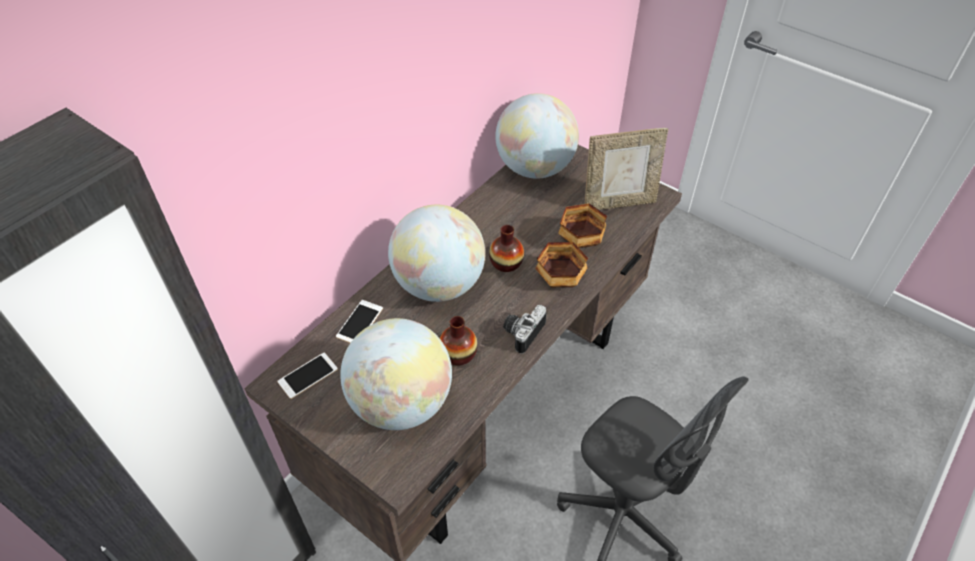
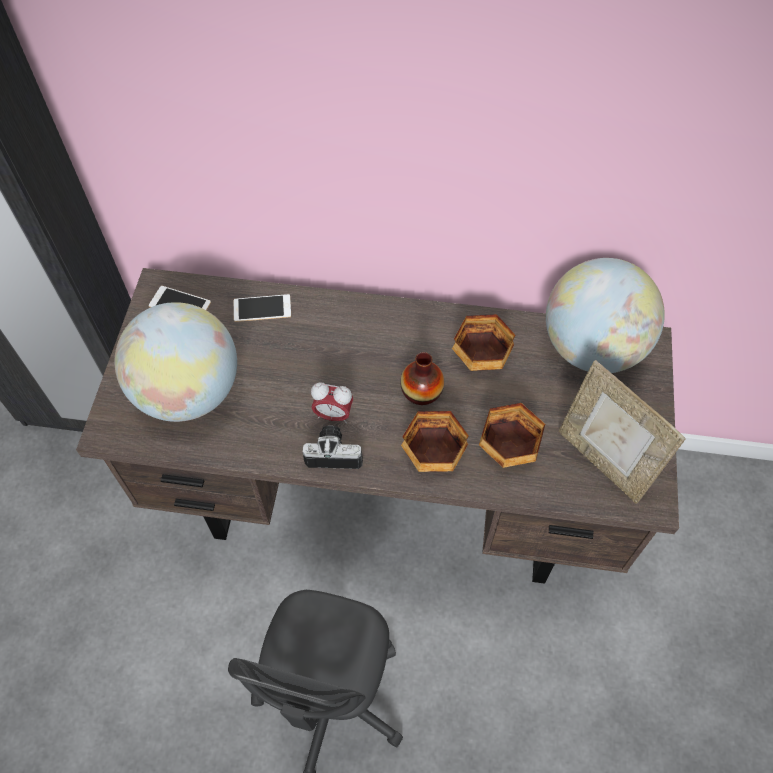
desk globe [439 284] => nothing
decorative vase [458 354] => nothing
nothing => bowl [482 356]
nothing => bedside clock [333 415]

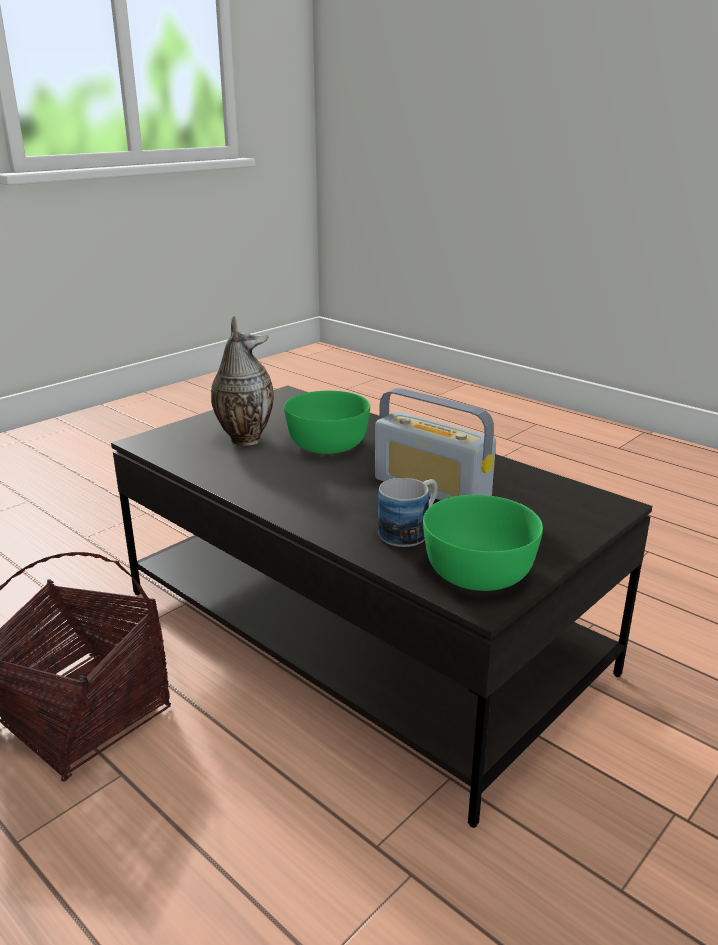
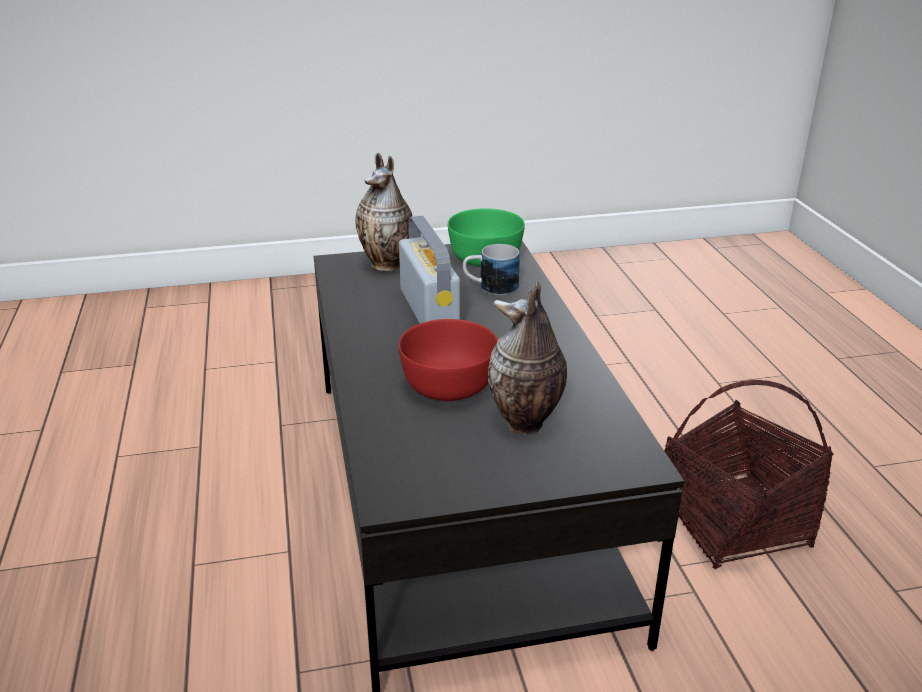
bowl (green-coloured) [327 443] => bowl (reddish) [448 385]
nothing => decorative vase [388 265]

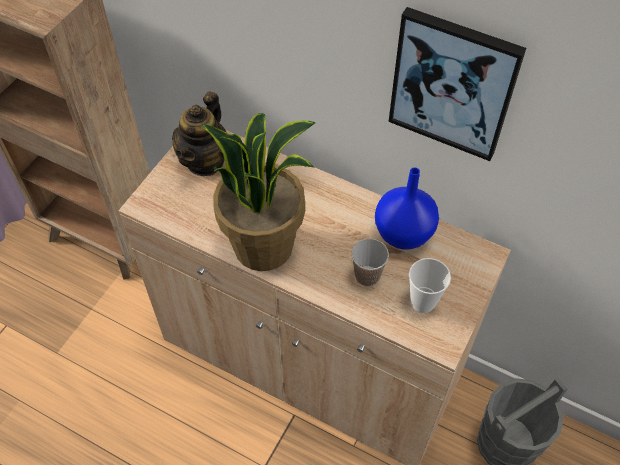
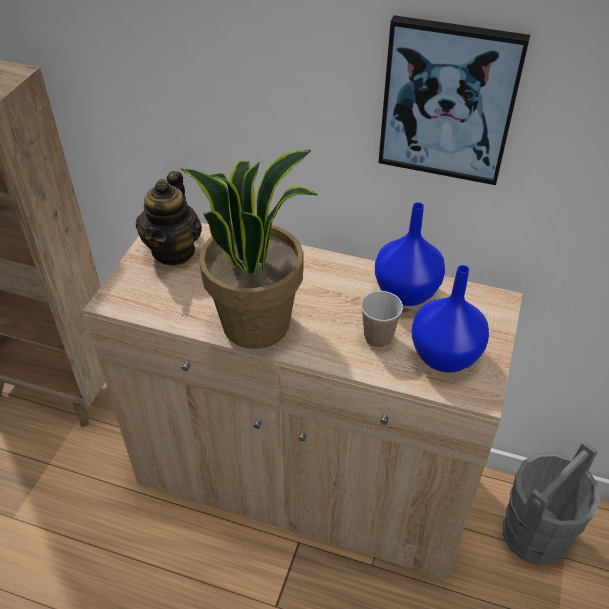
small cup [423 303] => decorative vase (bluish) [446 355]

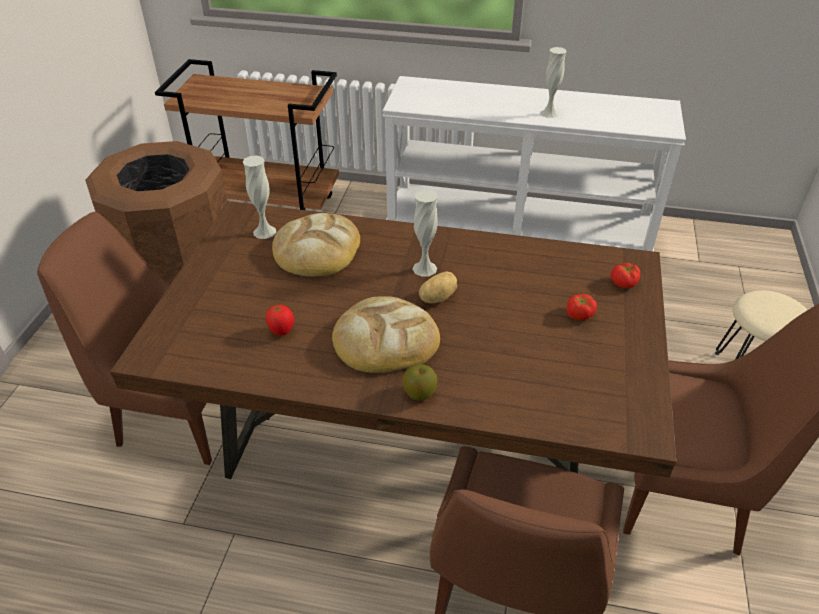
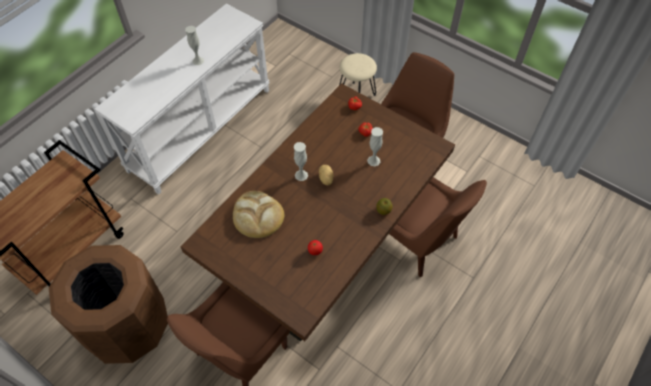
decorative vase (white) [264 232] => decorative vase (white) [373 161], moved
baked bread [385 340] => nothing

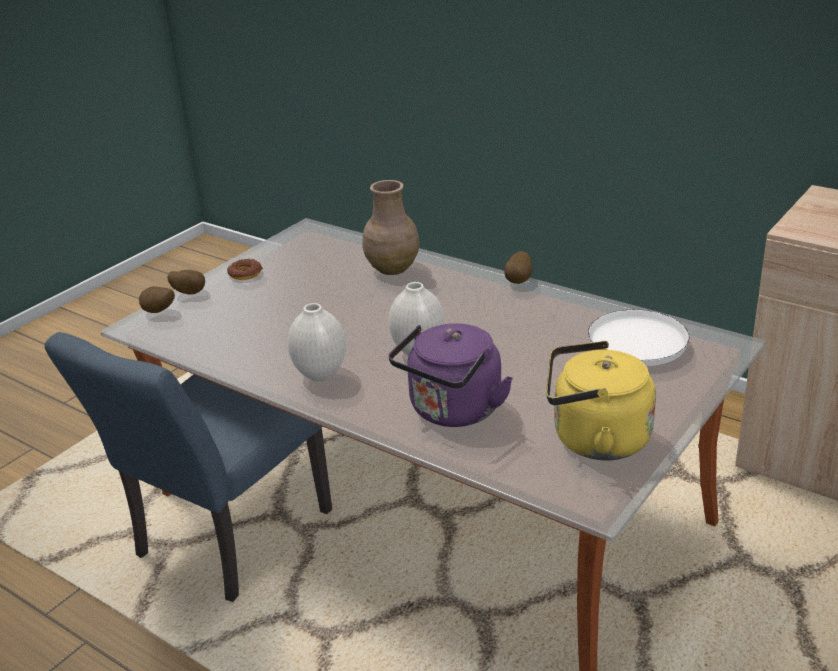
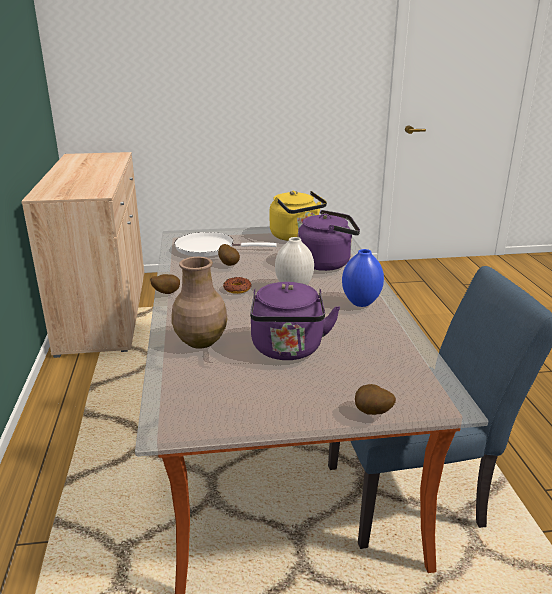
doughnut [245 273] => doughnut [237 289], moved
whole potato [158 312] => whole potato [229 264], moved
decorative vase (white) [320 374] => decorative vase (bluish) [361 303]
nothing => water kettle (purple) [288 350]

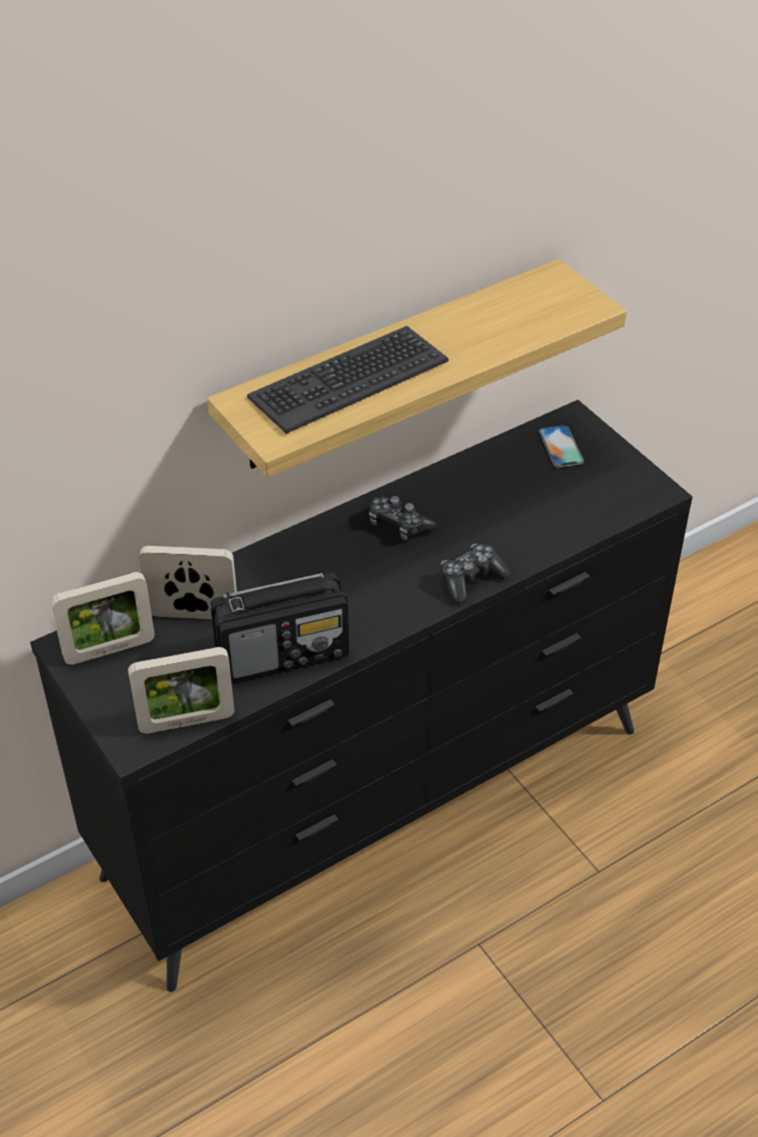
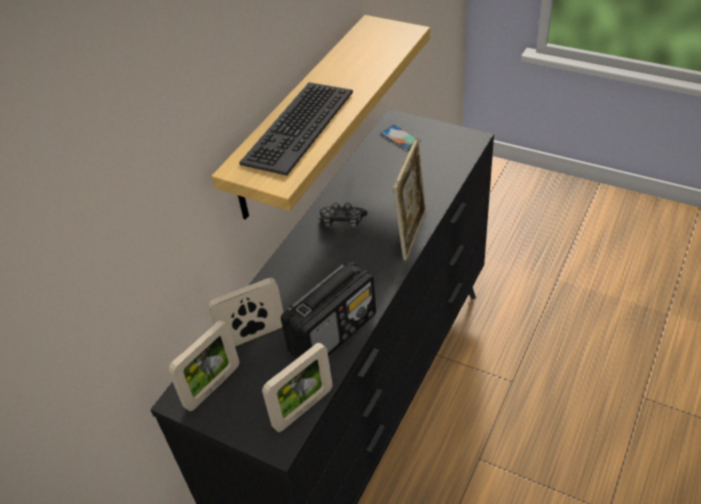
game controller [471 580] => picture frame [411 233]

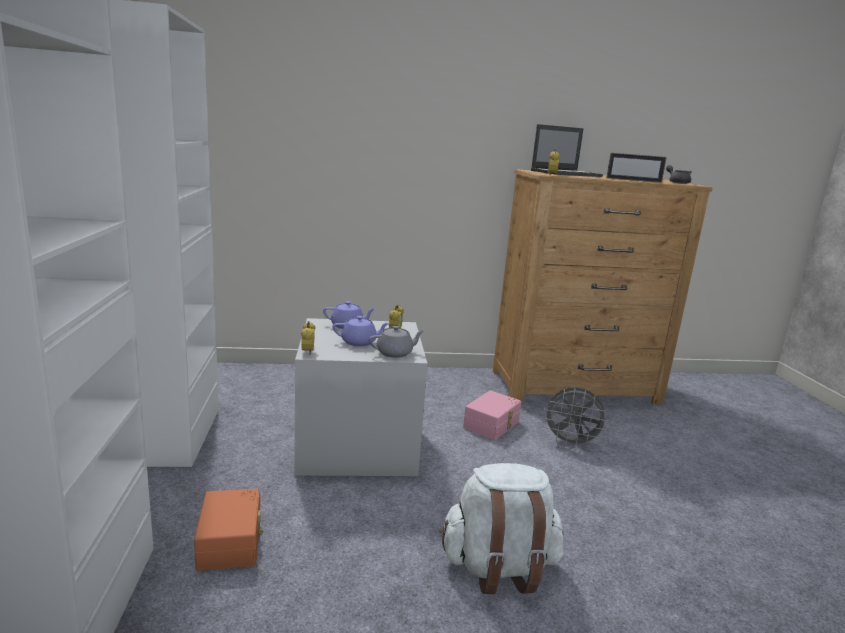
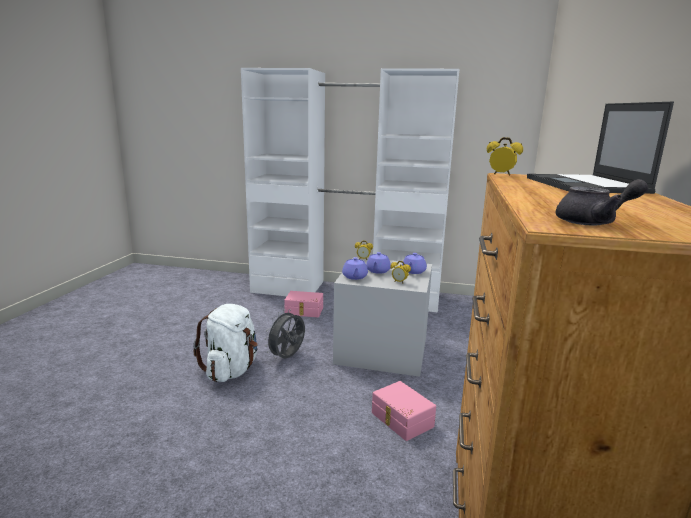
picture frame [633 180] => nothing
teapot (gray) [395 353] => teapot (purple) [354 277]
fan (gray) [571 443] => fan (gray) [287 357], moved
storage container (orange-coloured) [232 541] => storage container (pinkish) [304 311]

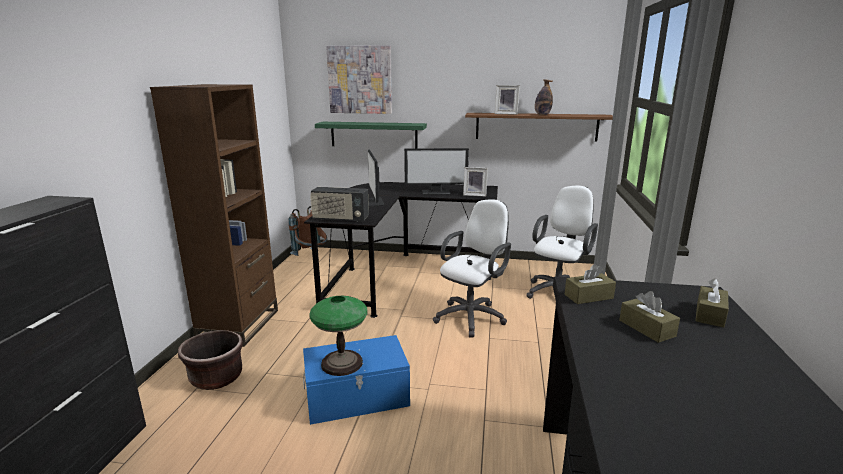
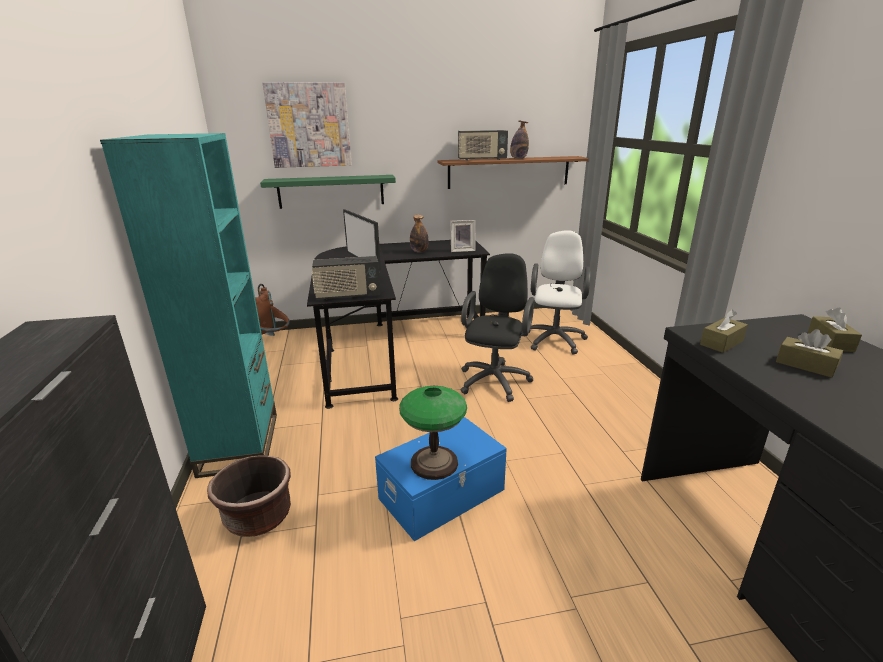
bookshelf (brown-coloured) [239 325] => bookshelf (blue-green) [240 444]
picture frame [506 114] => radio set [481 159]
computer screen [436 192] => bottle [419 251]
office chair (white) [472 316] => office chair (black-coloured) [495 379]

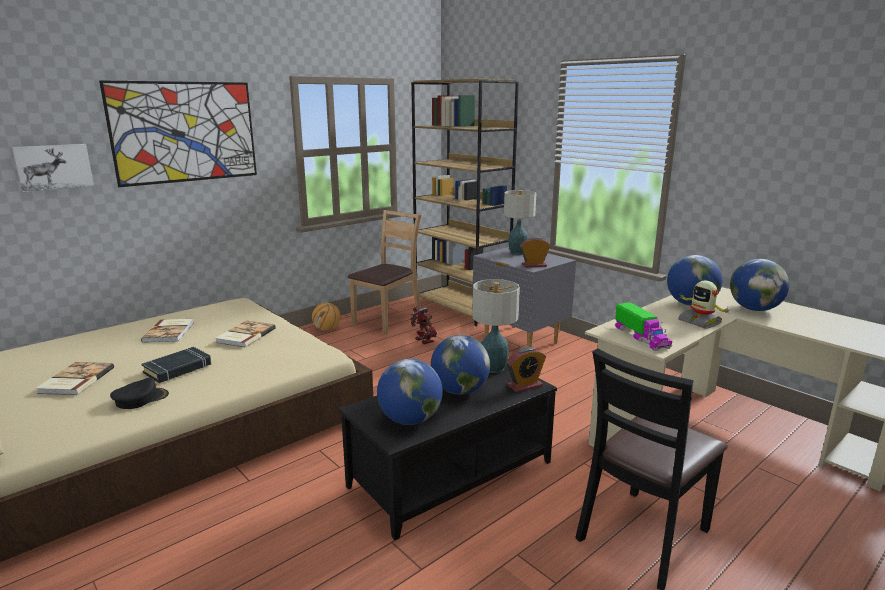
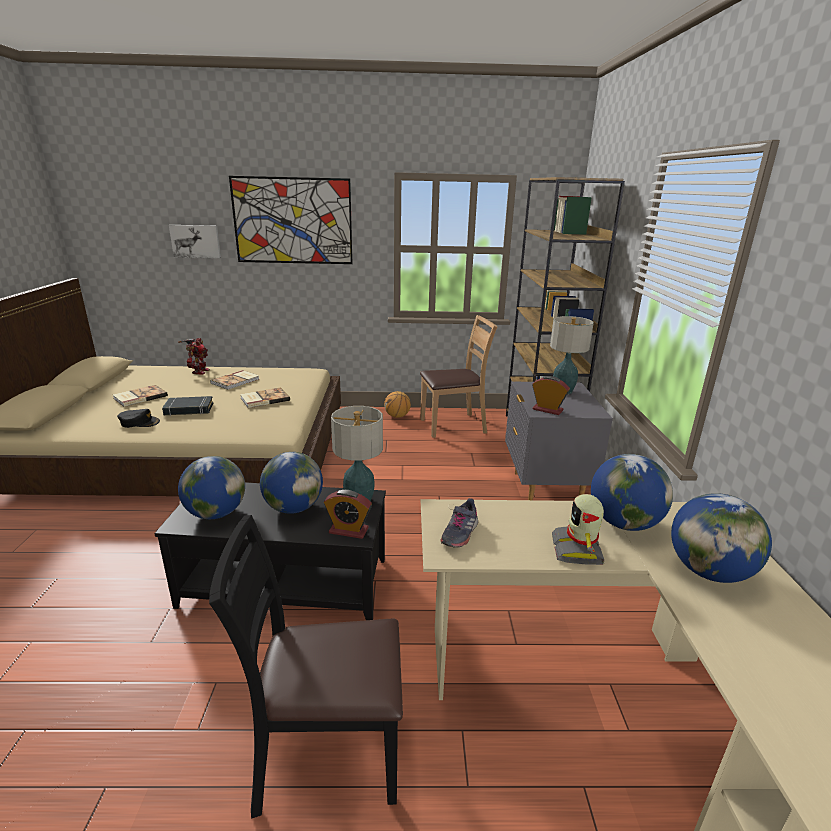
toy truck [641 337] => shoe (gray) [459 533]
robot figure [423 340] => robot figure [199 371], moved

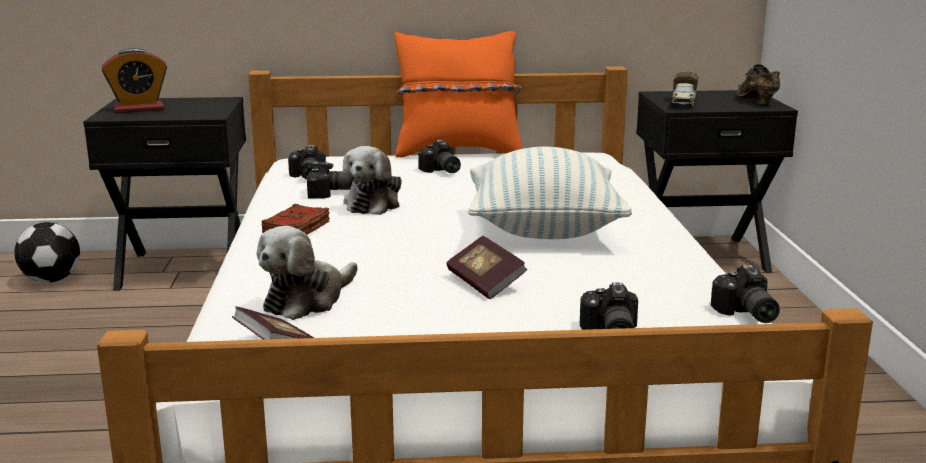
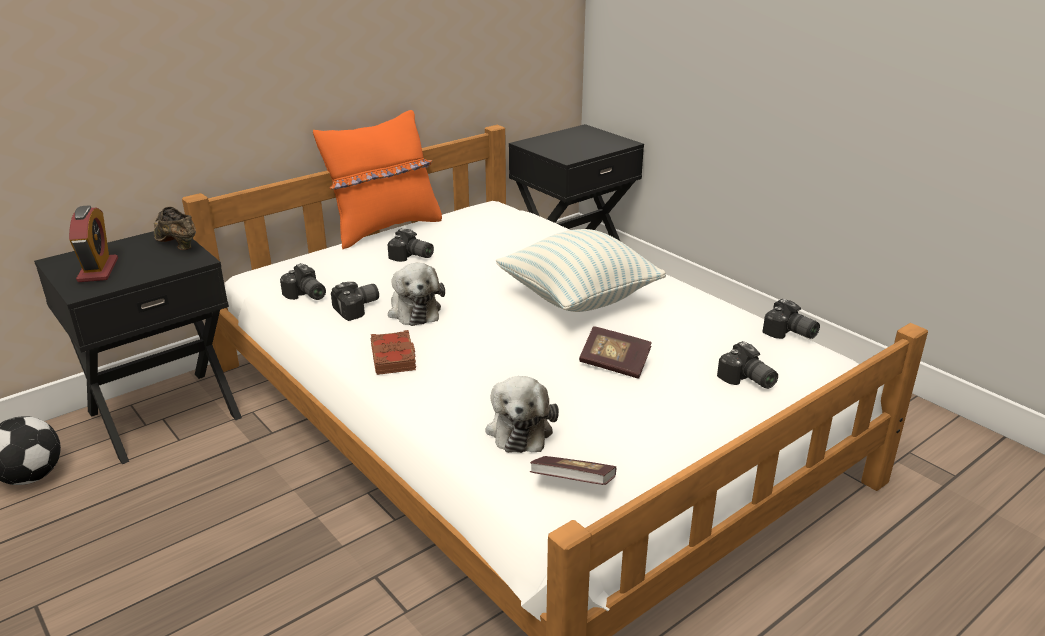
bedside clock [139 109] => bedside clock [98 270], 45 degrees counterclockwise
shoe (brown-coloured) [756 101] => shoe (brown-coloured) [176 244], moved
toy truck [683 103] => nothing

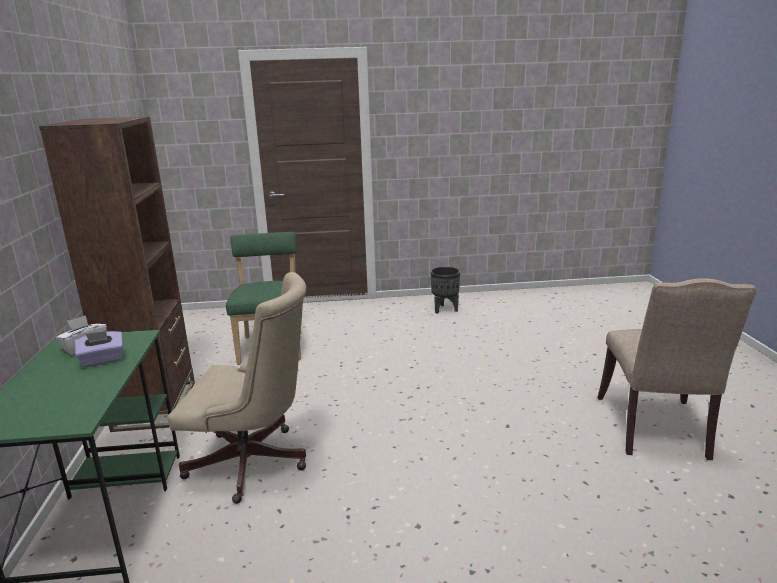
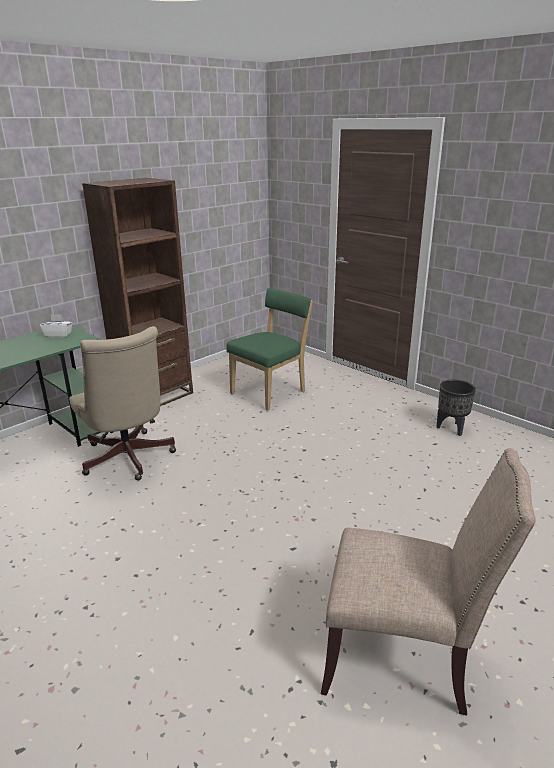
upright chair (beige-coloured) [655 430] => upright chair (beige-coloured) [403 656], 135 degrees counterclockwise
tissue box (purple) [103 360] => nothing

